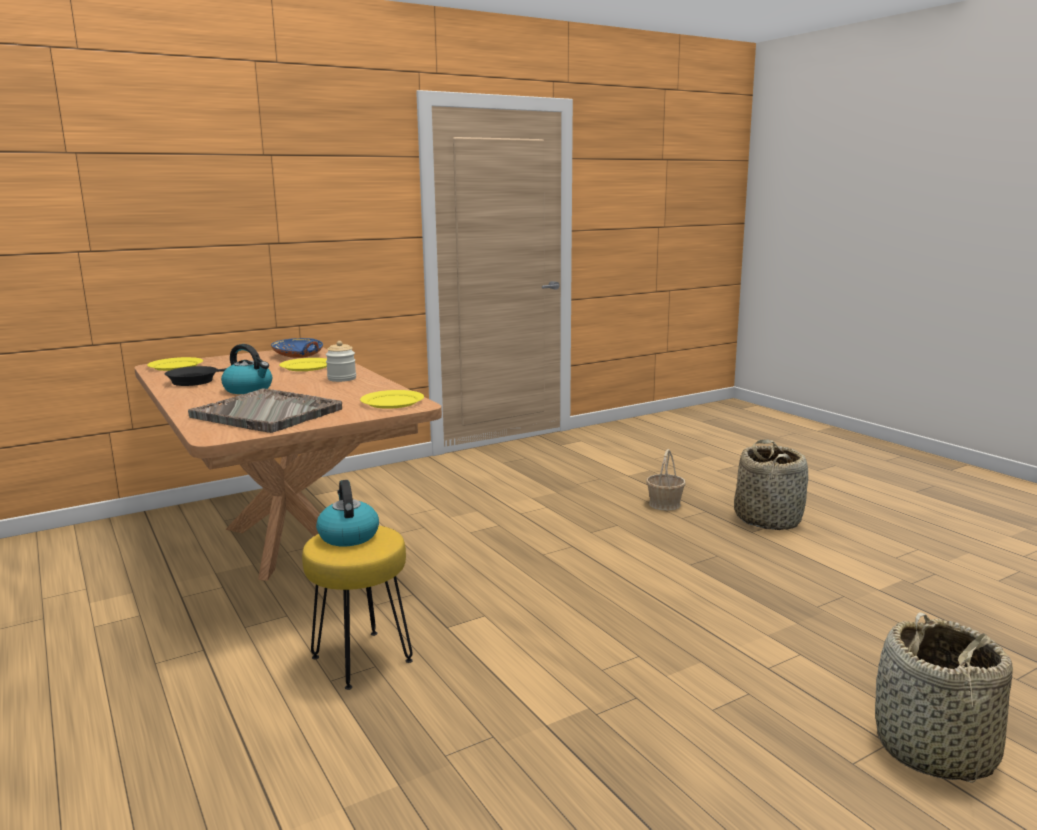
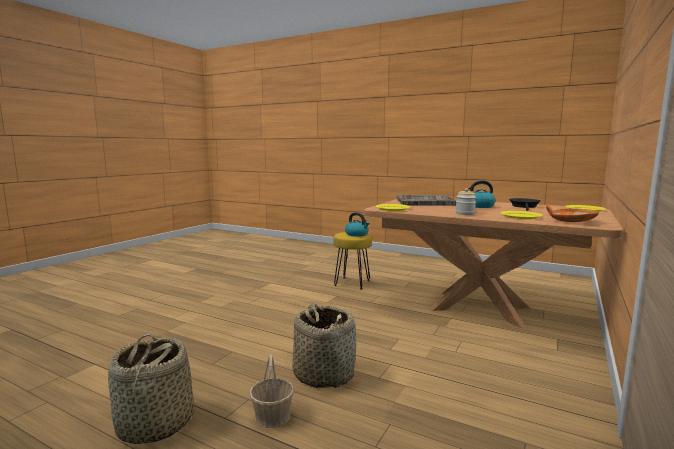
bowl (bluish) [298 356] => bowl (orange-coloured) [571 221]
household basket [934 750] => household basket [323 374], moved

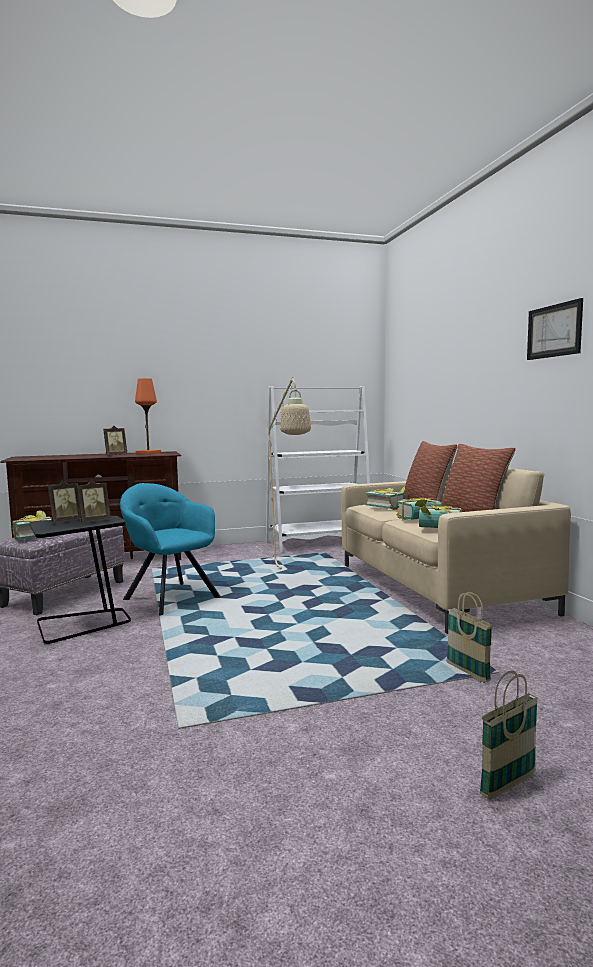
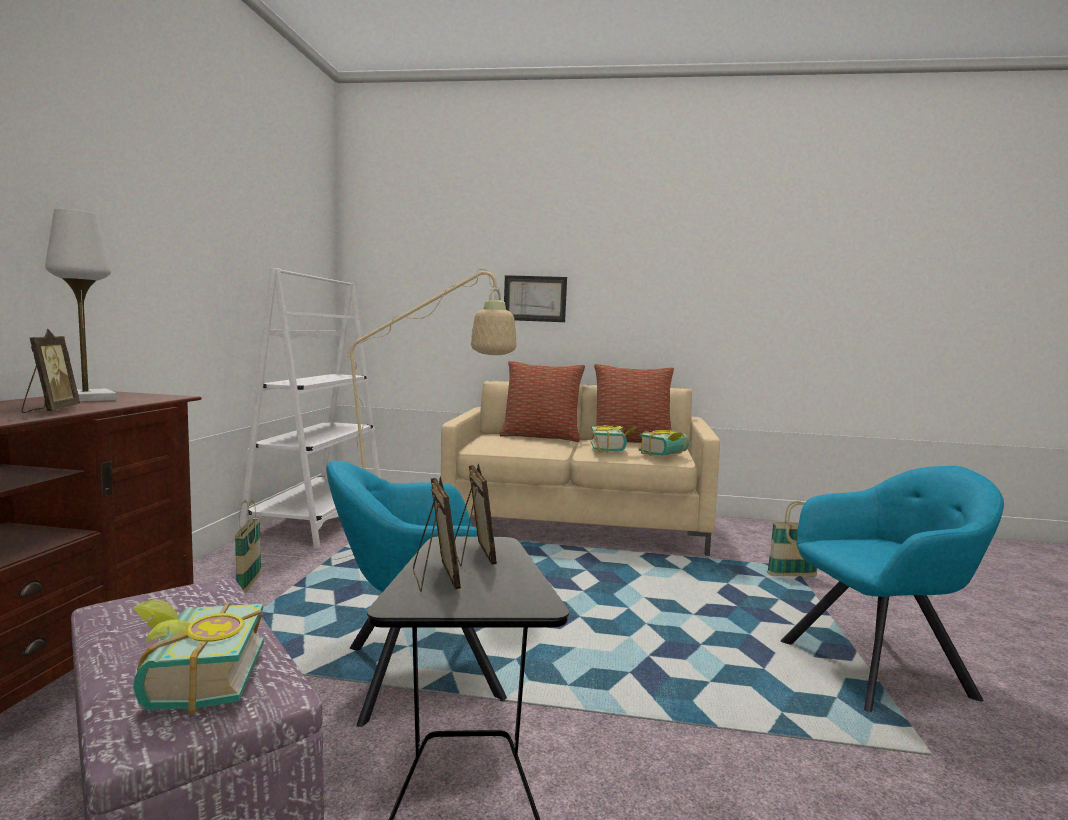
wall picture [554 331] => wall picture [535 298], moved
lamp for a table (orange-coloured) [148 453] => lamp for a table (white) [86 399]
volume [387 507] => nothing
household basket [508 785] => household basket [249 584], moved
nothing => lounge chair (blue-green) [880 668]

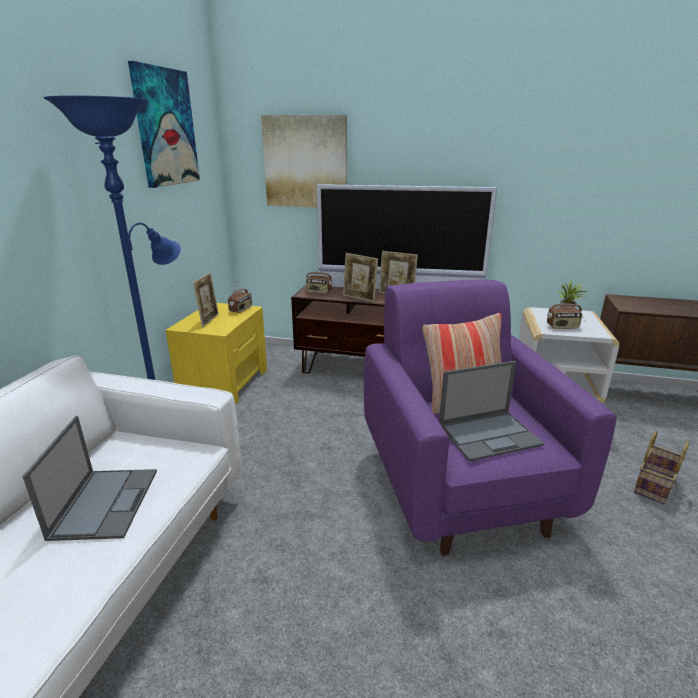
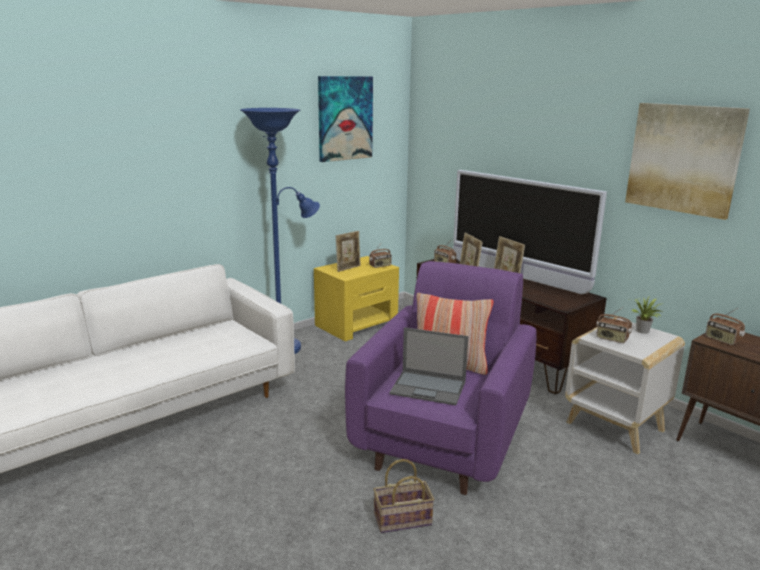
wall picture [305 162] => wall picture [683 159], moved
notebook computer [106 502] => nothing
household basket [655 487] => household basket [401 521], moved
nothing => radio set [722 340]

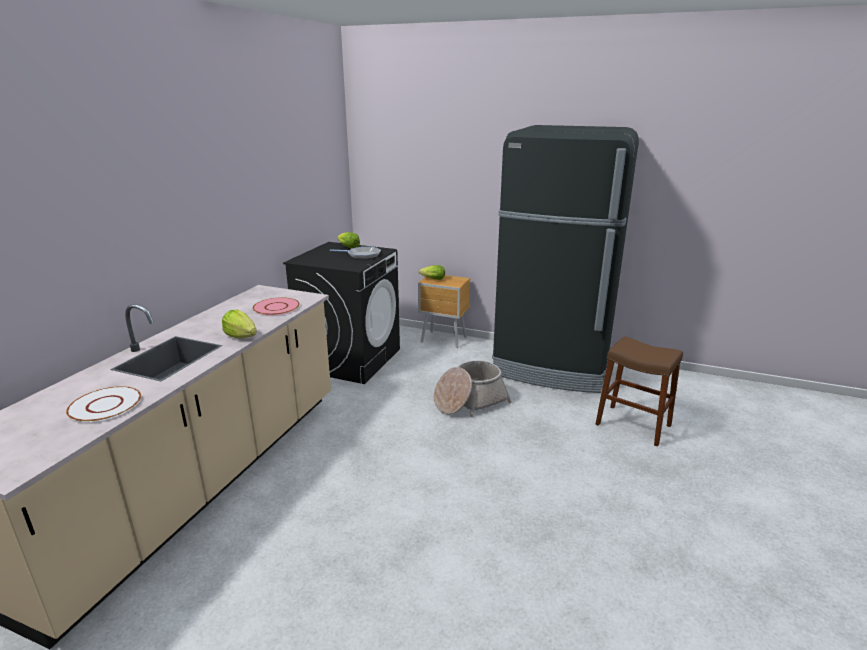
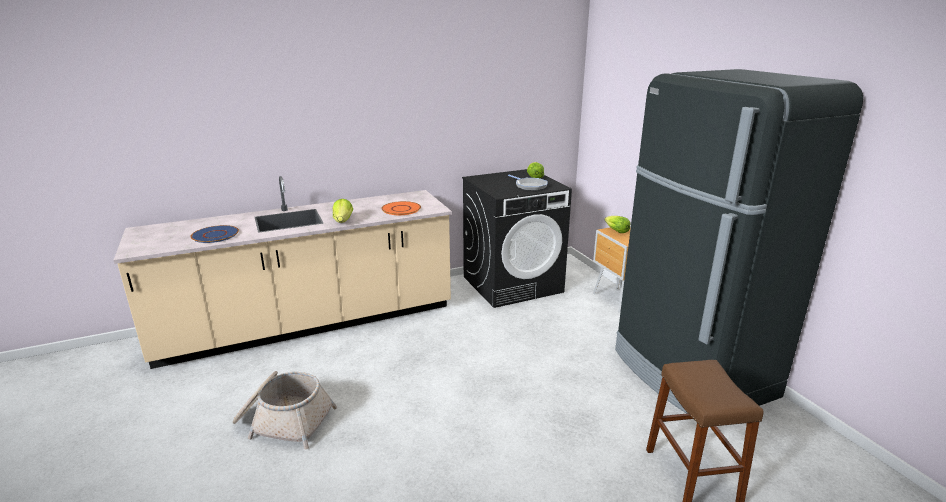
dinner plate (pinkish) [276 307] => dinner plate (orange-coloured) [401 209]
household basket [469 401] => household basket [284 421], moved
dinner plate (white) [105 405] => dinner plate (bluish) [215 235]

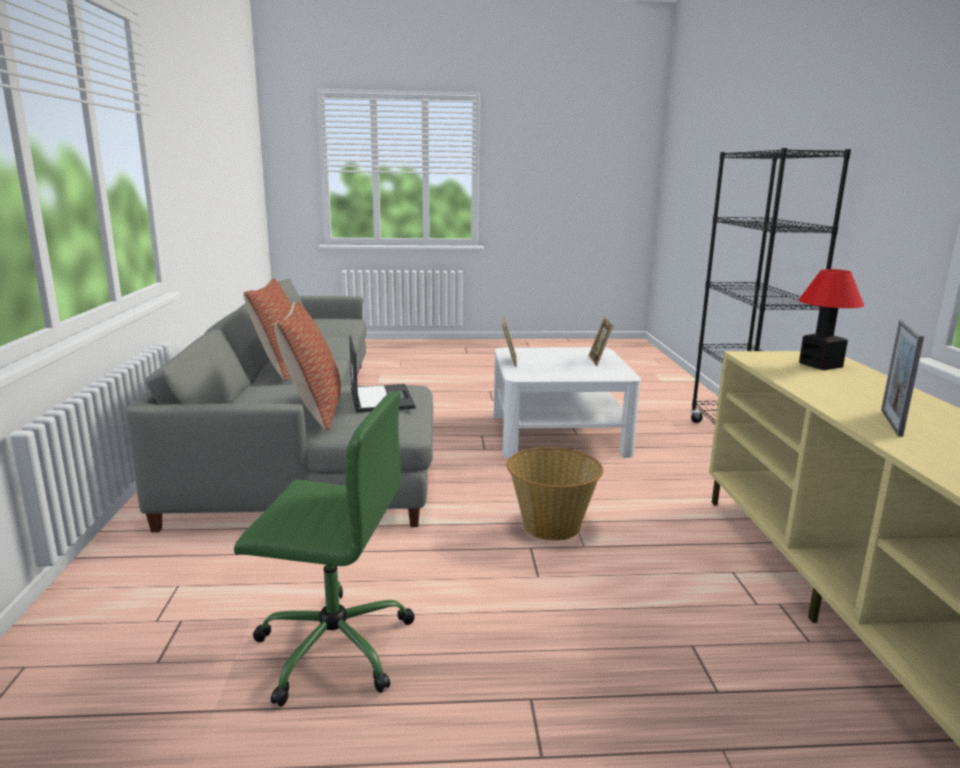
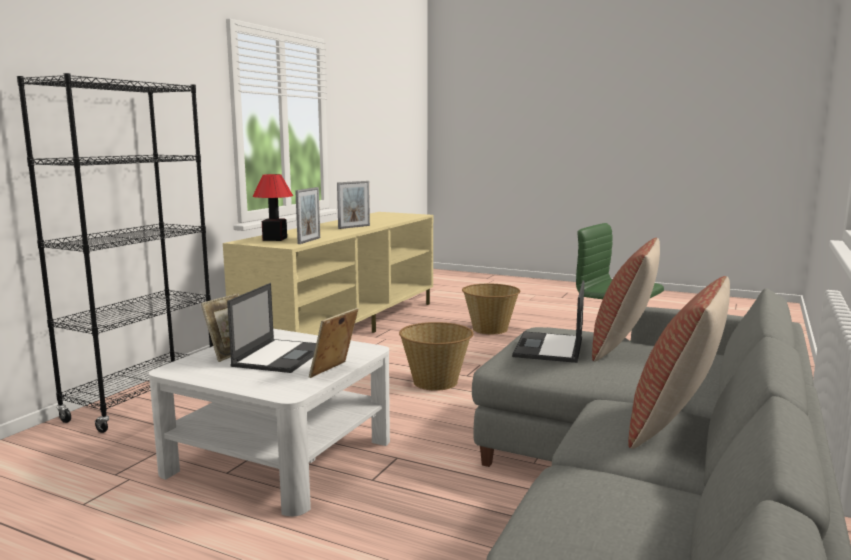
nothing => picture frame [309 241]
nothing => notebook computer [280 356]
nothing => household basket [490 329]

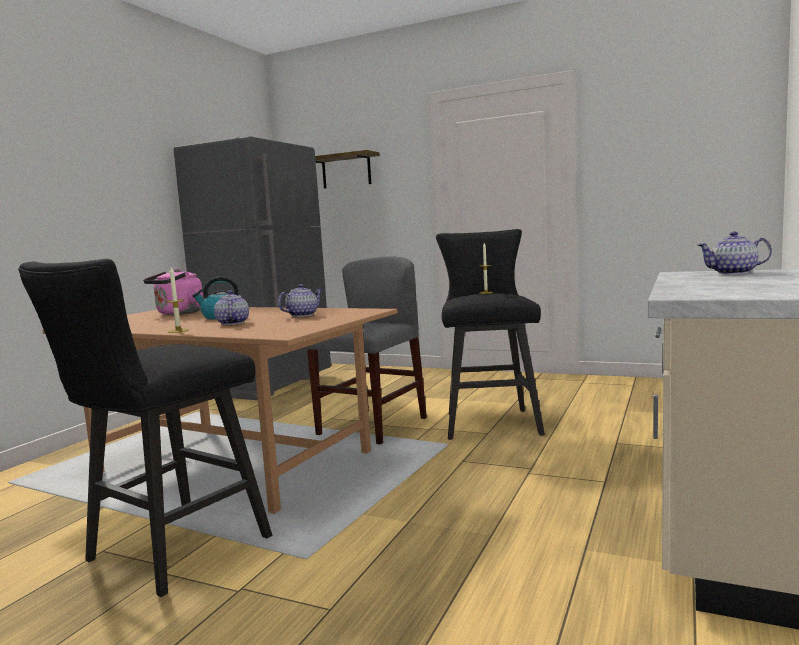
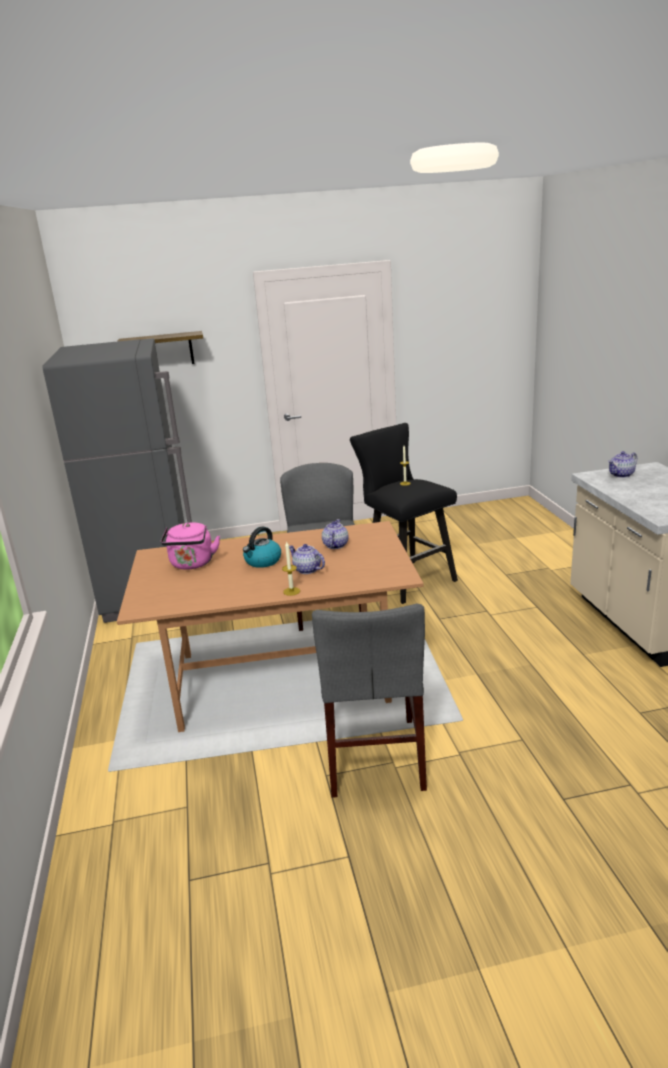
stool (black-coloured) [167 553] => upright chair (gray) [374 756]

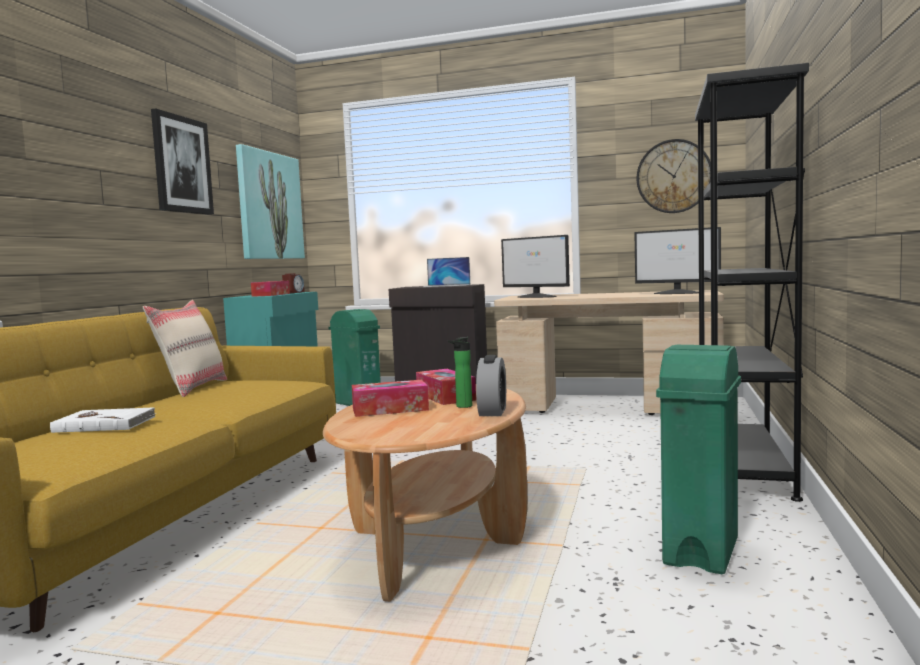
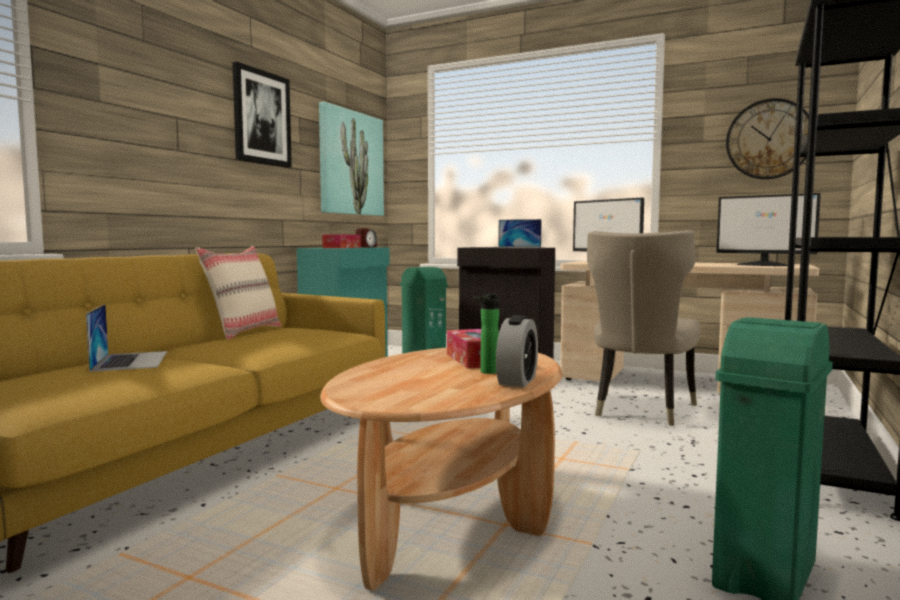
tissue box [390 409] => nothing
volume (white) [105 424] => notebook computer [130 361]
nothing => upright chair (beige-coloured) [640 410]

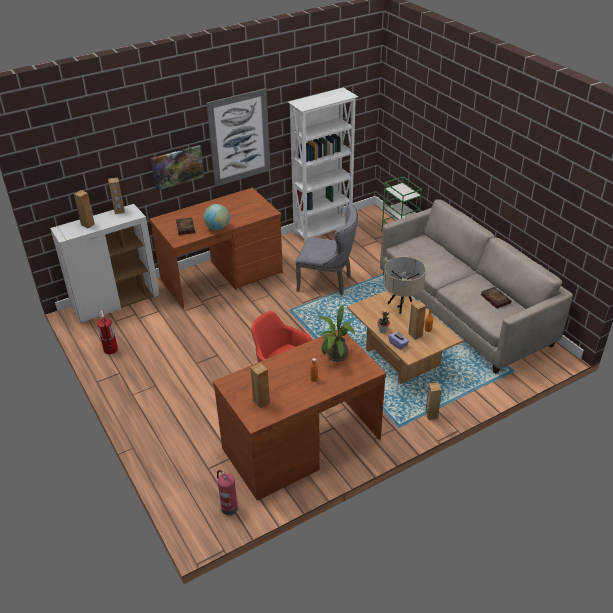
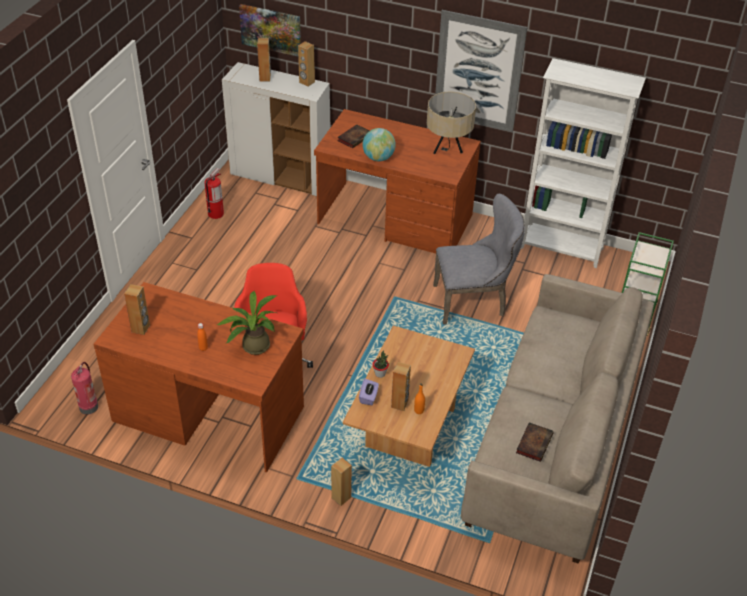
wall picture [177 167] => wall picture [271 29], moved
upright chair (gray) [328 282] => upright chair (gray) [474 301], 75 degrees counterclockwise
lamp for a table (beige-coloured) [402 305] => lamp for a table (beige-coloured) [448 150], moved

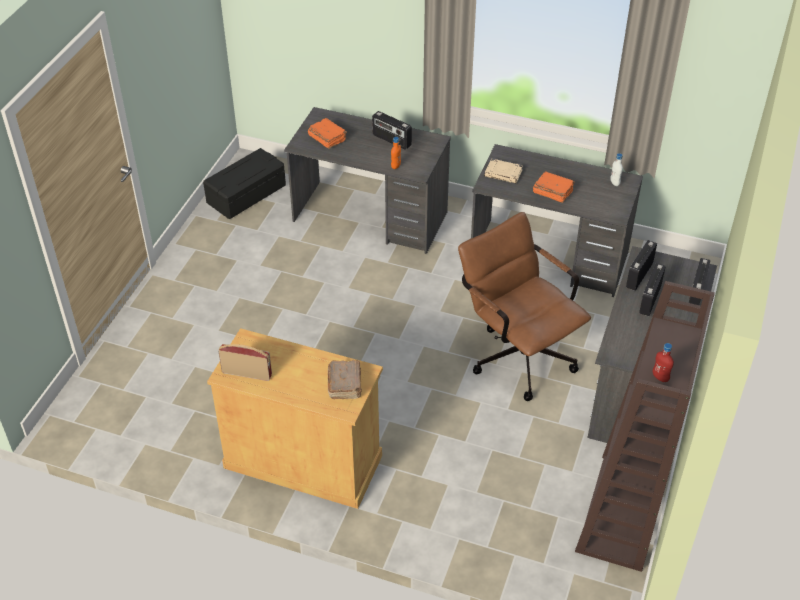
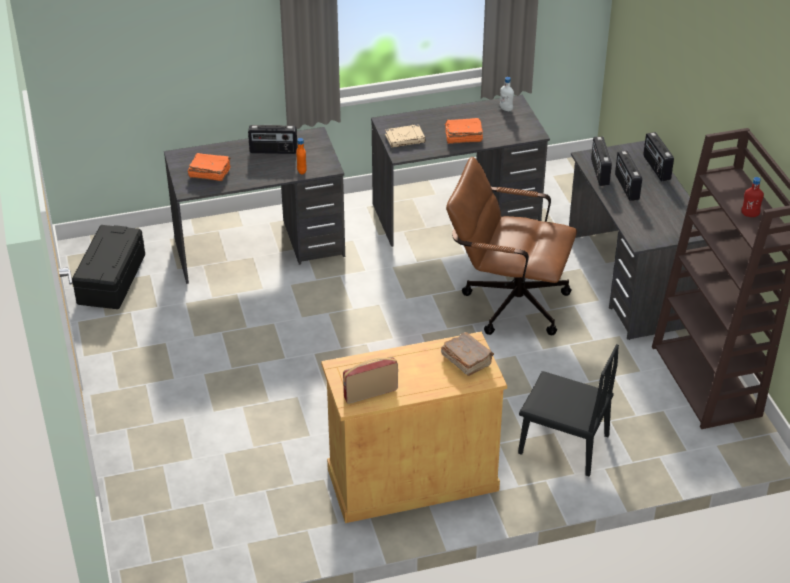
nothing => upright chair (black-coloured) [563 444]

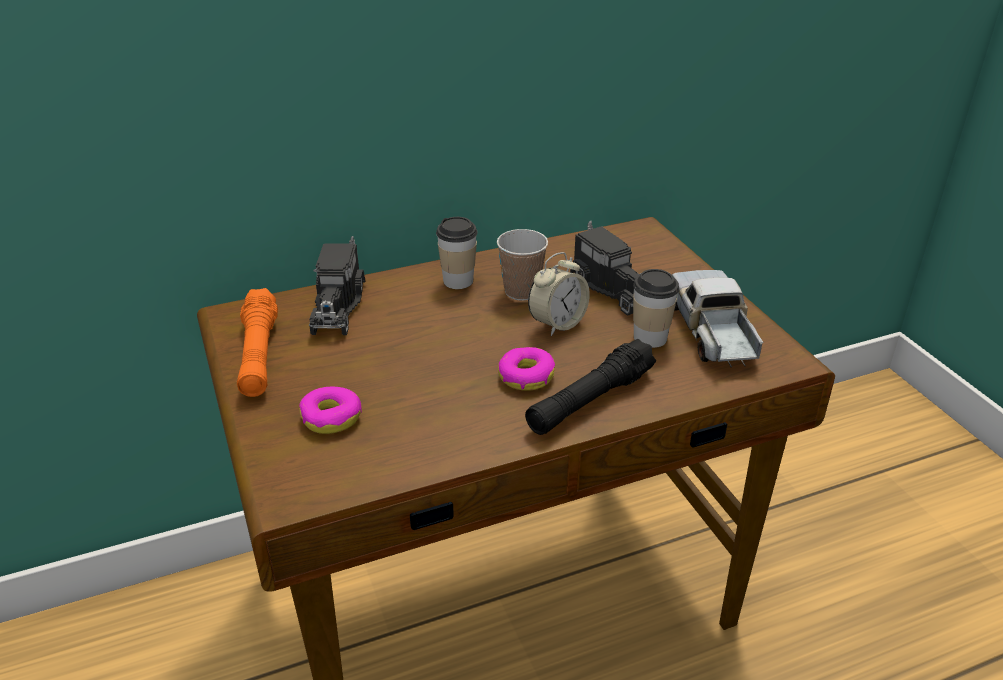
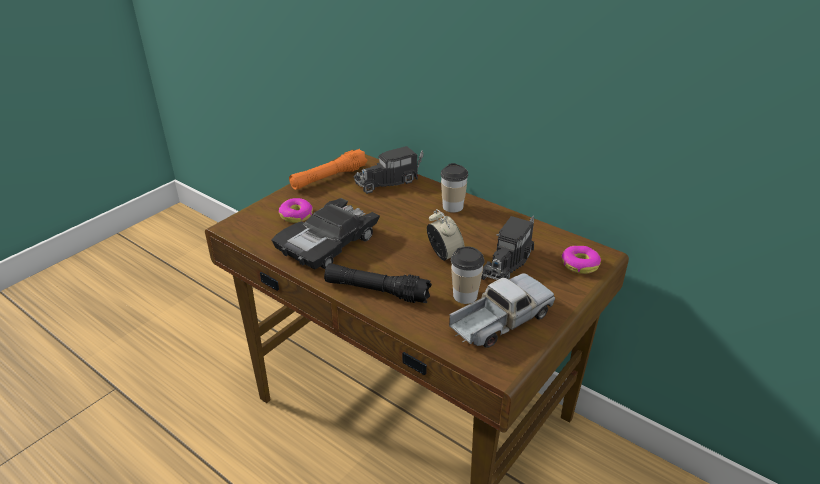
small cup [521 291] => nothing
bedside clock [557 323] => bedside clock [444 255], 135 degrees counterclockwise
doughnut [525 376] => doughnut [579 264], moved
nothing => toy car (black-coloured) [328 244]

